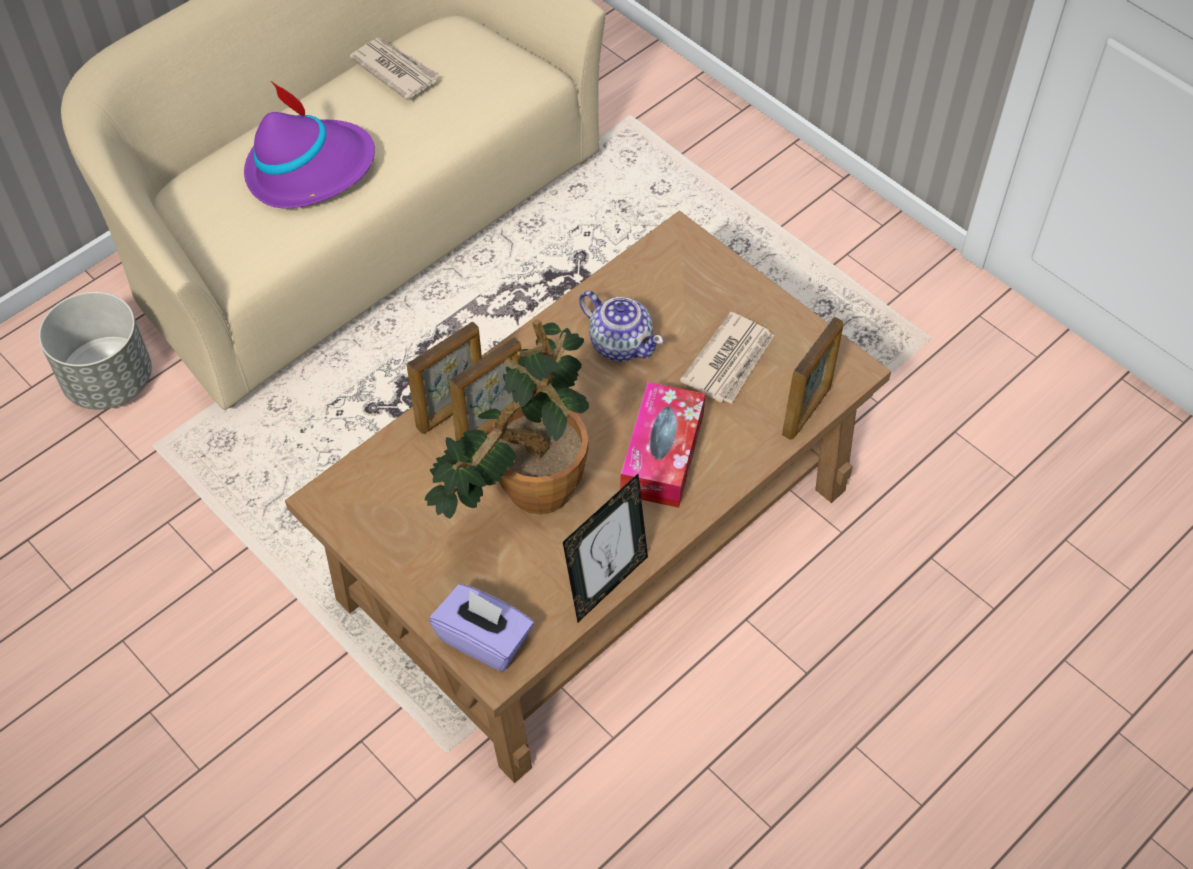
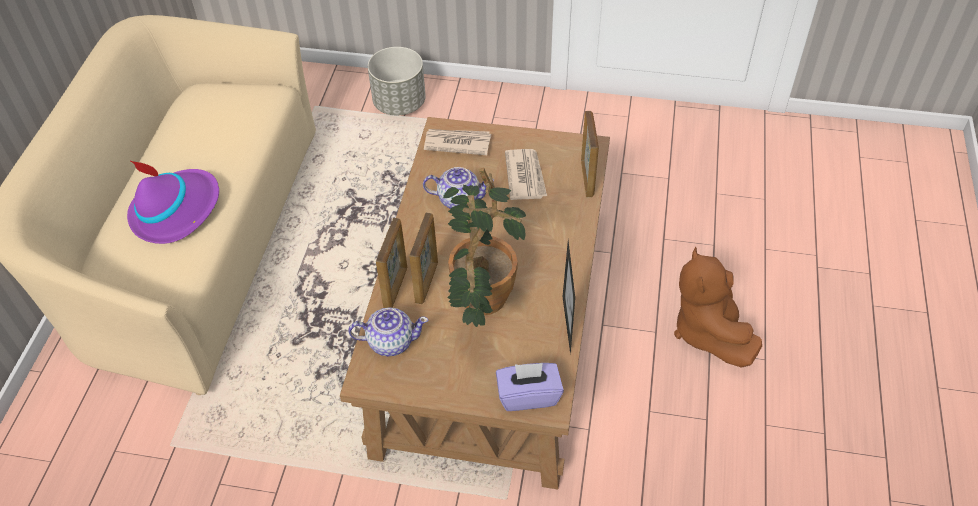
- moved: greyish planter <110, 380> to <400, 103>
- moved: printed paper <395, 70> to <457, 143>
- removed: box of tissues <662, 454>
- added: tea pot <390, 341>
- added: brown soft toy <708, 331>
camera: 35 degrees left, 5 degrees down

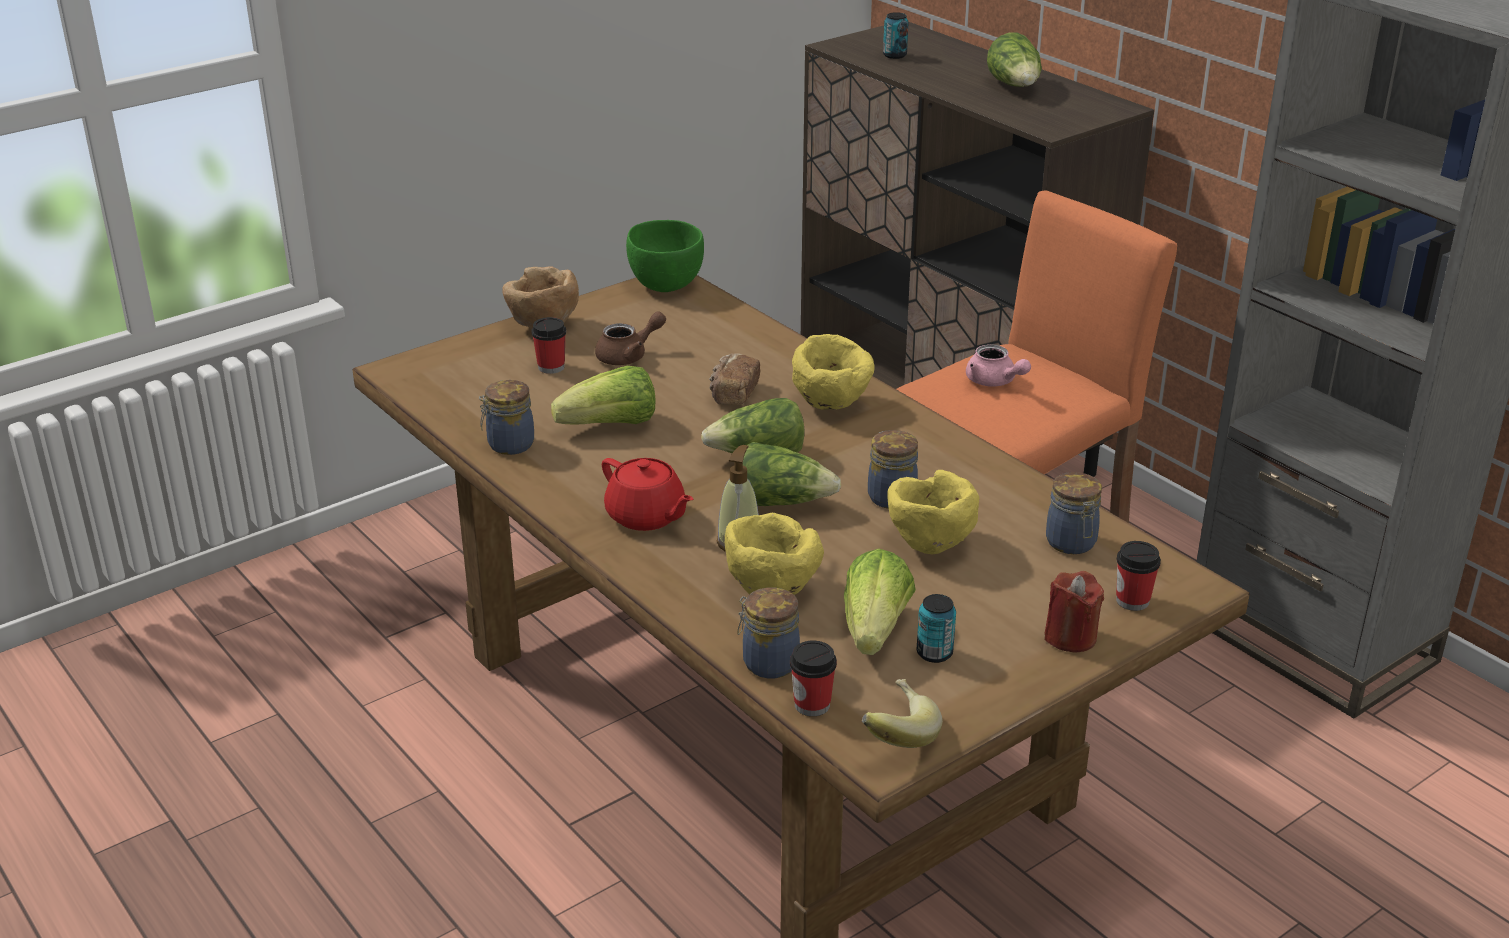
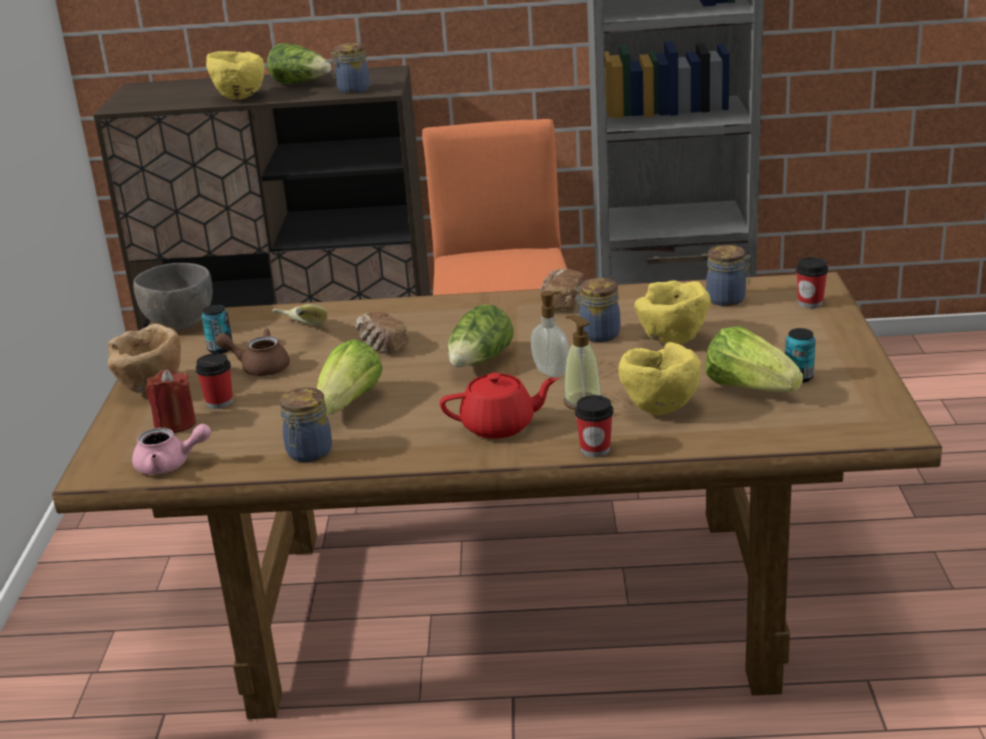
- turned: brown tea pot <629, 356> = <259, 367> 90 degrees counterclockwise
- recoloured: greenish bowl <665, 284> to greyish bowl <179, 323>
- moved: jar <768, 662> to <352, 90>
- replaced: lettuce <781, 502> to liquid soap bottle <552, 372>
- moved: cup <812, 704> to <595, 449>
- moved: yellowish bowl <831, 405> to <240, 98>
- moved: banana <894, 734> to <297, 332>
- moved: sealed can <894, 55> to <220, 349>
- moved: pink-coloured tea pot <994, 382> to <170, 465>
- moved: reddish wax candle <1070, 637> to <175, 424>
- added: bakery bread <562, 302>
camera: 50 degrees left, 5 degrees down

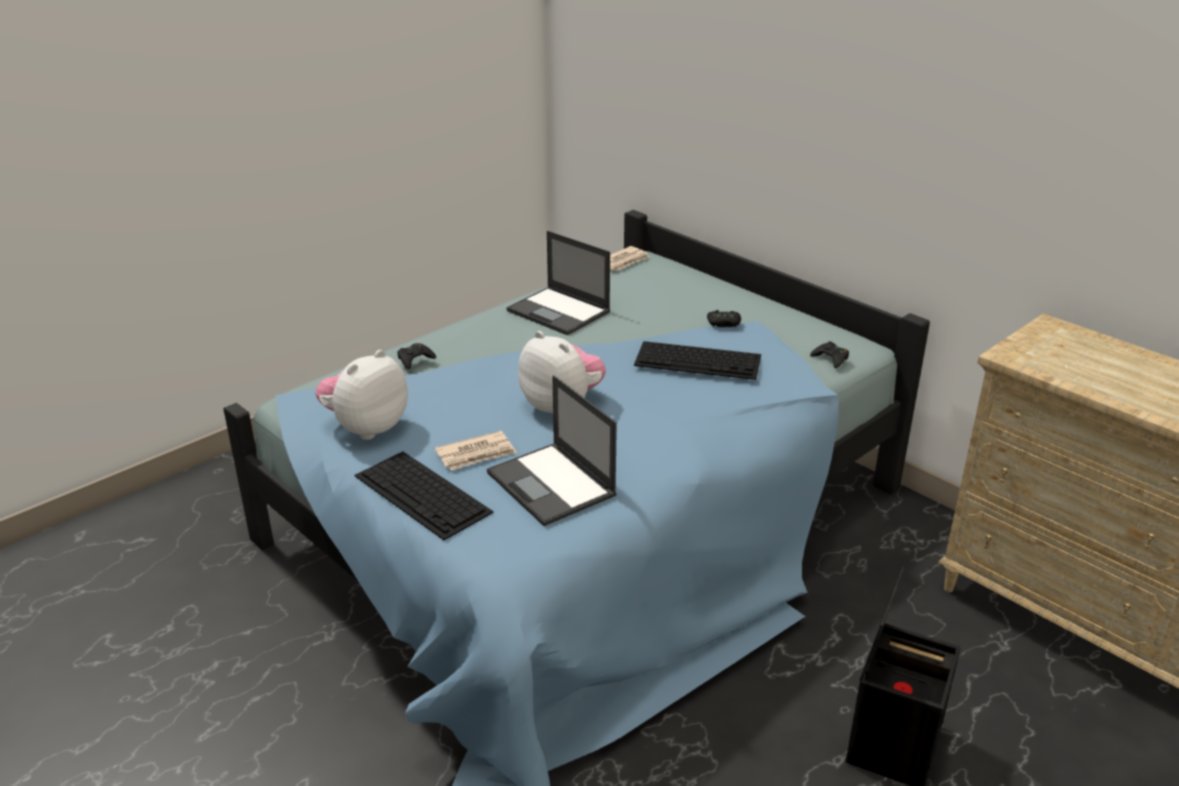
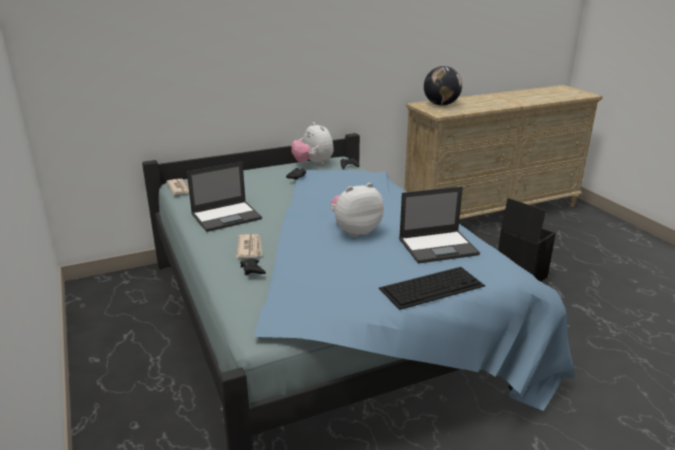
- moved: soft toy <366, 428> to <313, 164>
- moved: printed paper <476, 454> to <250, 248>
- removed: computer keyboard <699, 360>
- added: world globe <441, 104>
camera: 70 degrees left, 5 degrees down

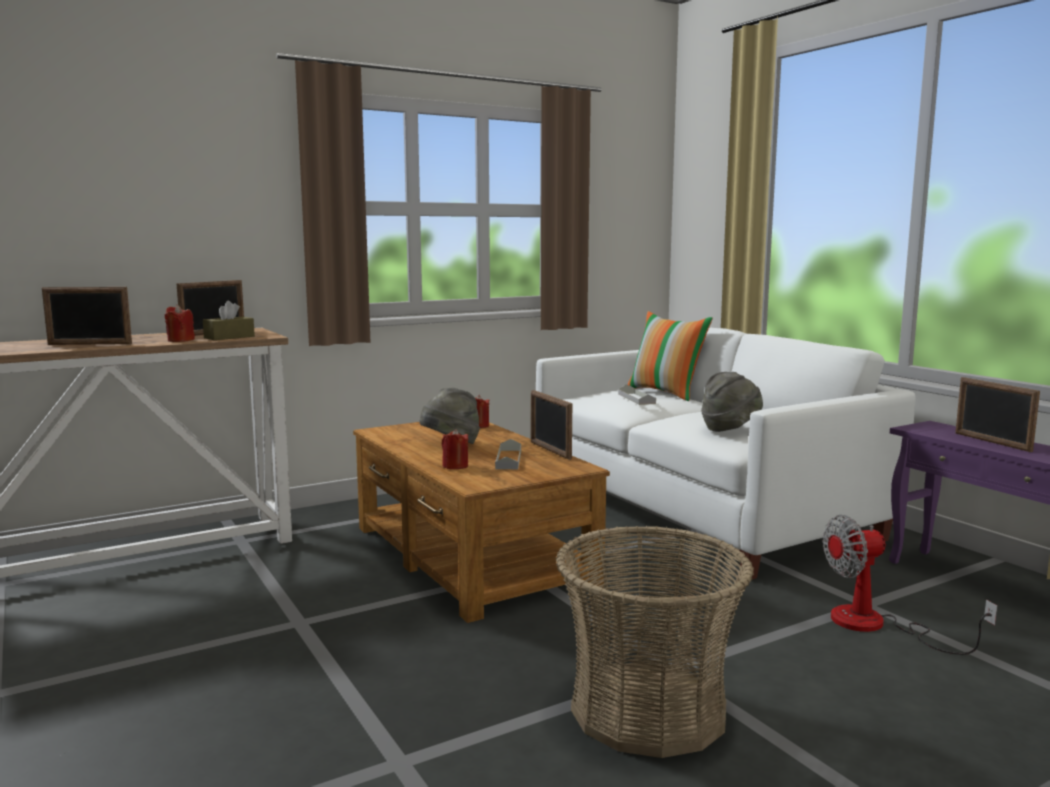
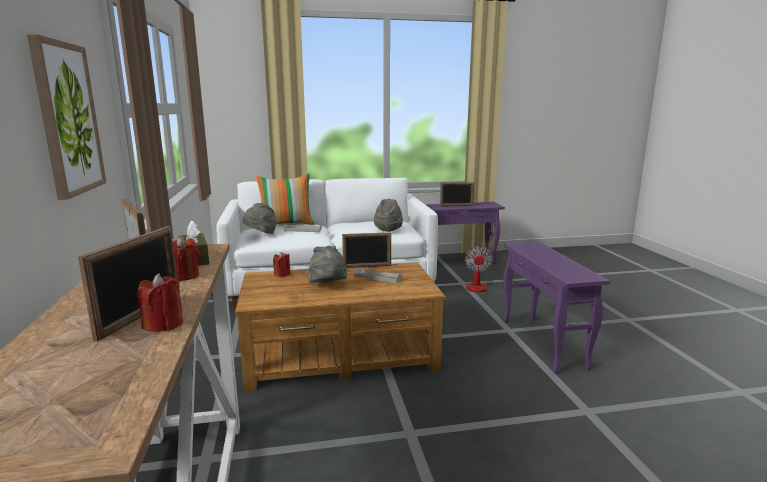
- moved: reddish wax candle <455, 466> to <163, 324>
- replaced: basket <648, 710> to purple accent table <543, 343>
- added: wall picture <67, 119>
- added: greyish clothing hat <260, 234>
camera: 70 degrees left, 5 degrees up

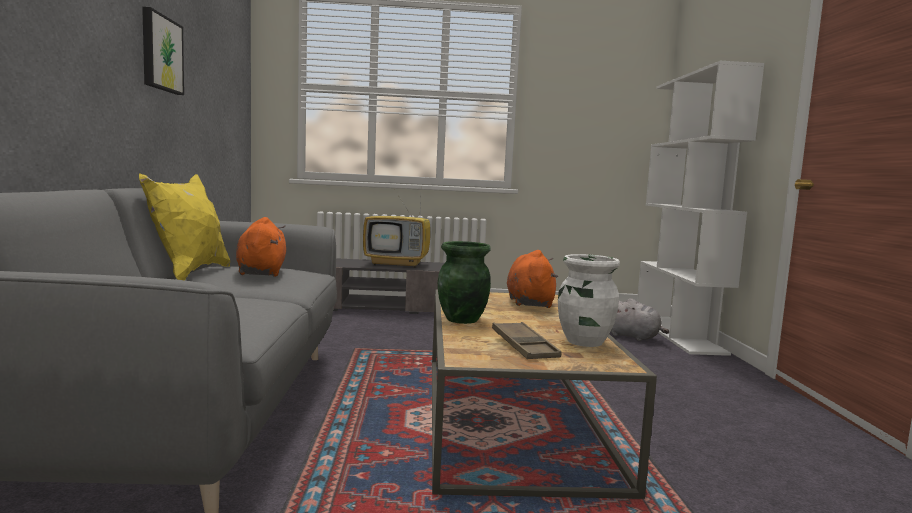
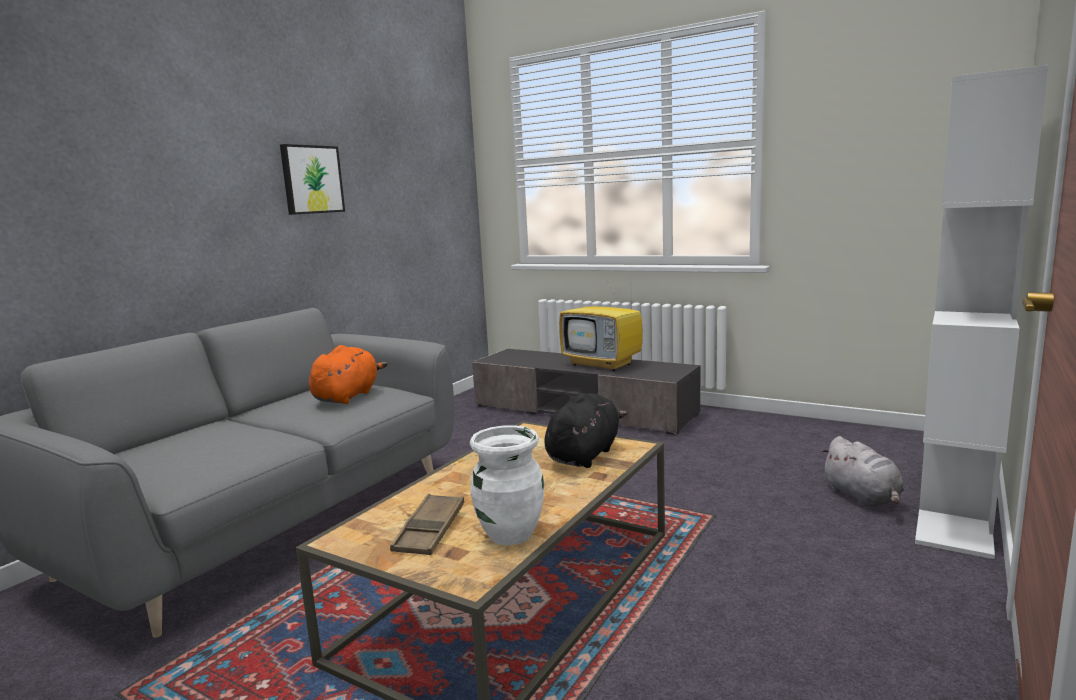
- removed: yellowish pillow <189, 273>
- removed: greenish vase <462, 320>
- recoloured: orange-coloured soft toy <529, 302> to blackish soft toy <584, 455>
camera: 35 degrees right, 5 degrees up

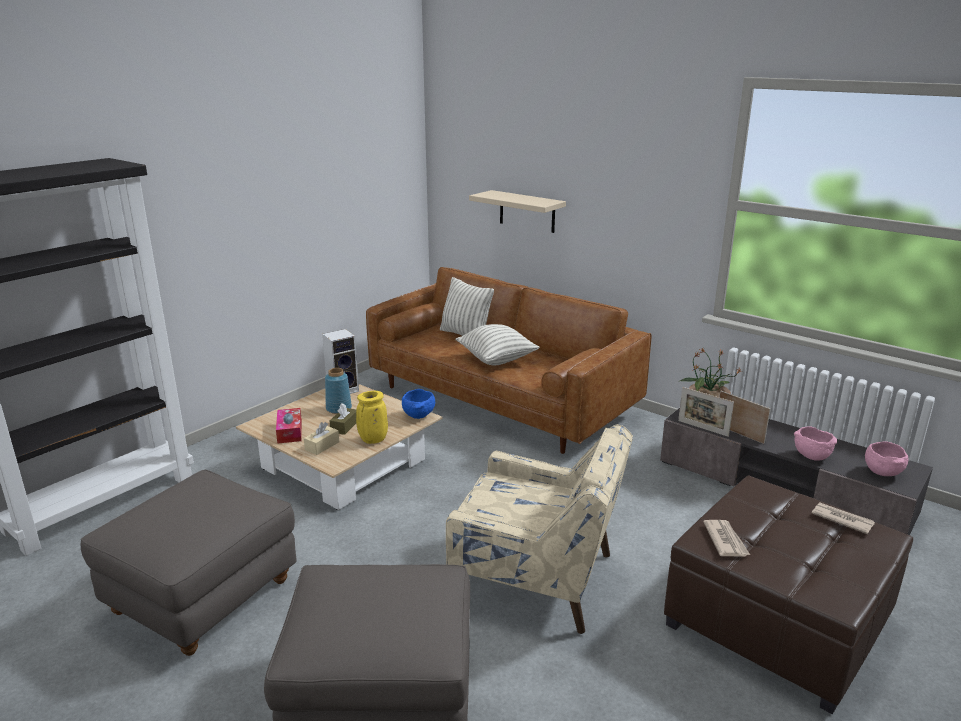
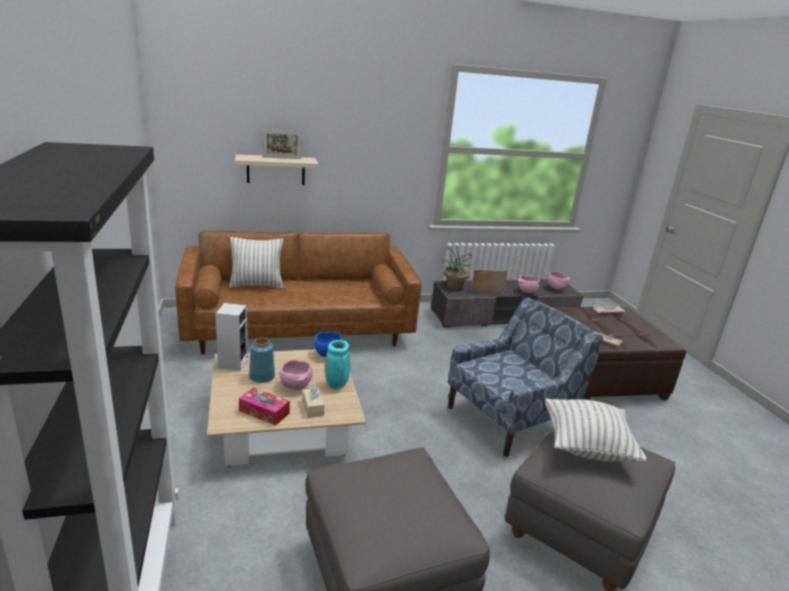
- replaced: brown box of tissues <344, 426> to pink-coloured bowl <296, 386>
- recoloured: yellowish vase <373, 440> to turquoise vase <337, 385>
- recoloured: sand-coloured easy chair <537, 579> to blue-coloured easy chair <511, 418>
- moved: pillow <496, 359> to <586, 447>
- moved: standing frame <703, 428> to <282, 158>
camera: 55 degrees left, 0 degrees up

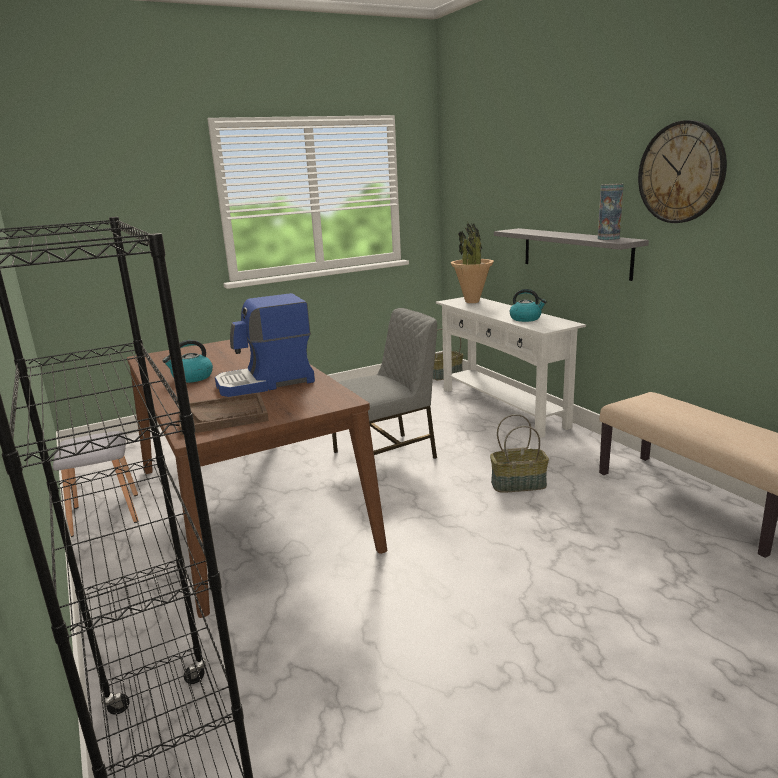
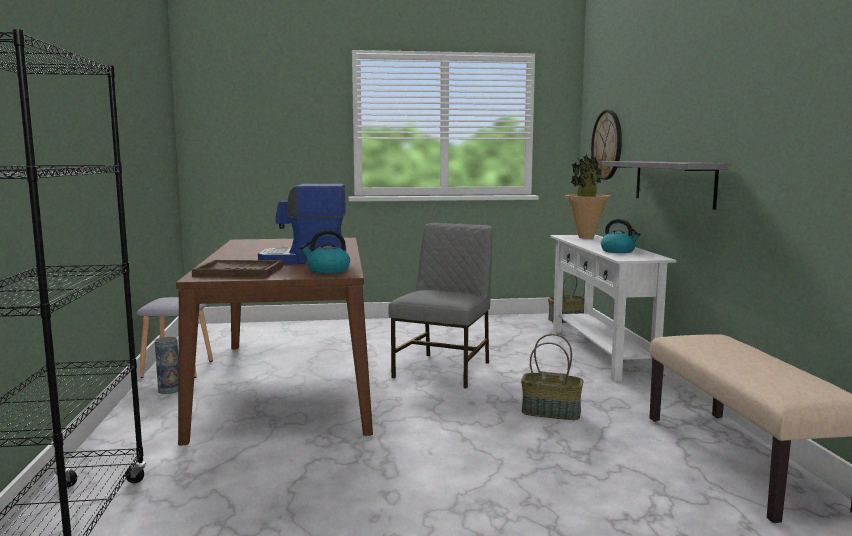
- moved: kettle <192, 377> to <327, 271>
- turned: greyish chair <387, 455> = <445, 369> 60 degrees counterclockwise
- moved: vase <608, 238> to <169, 390>
- moved: clock on the wall <681, 172> to <607, 145>
camera: 20 degrees right, 10 degrees down

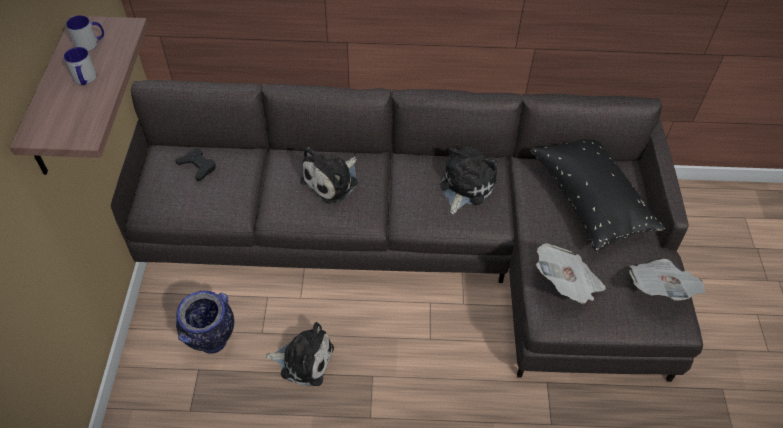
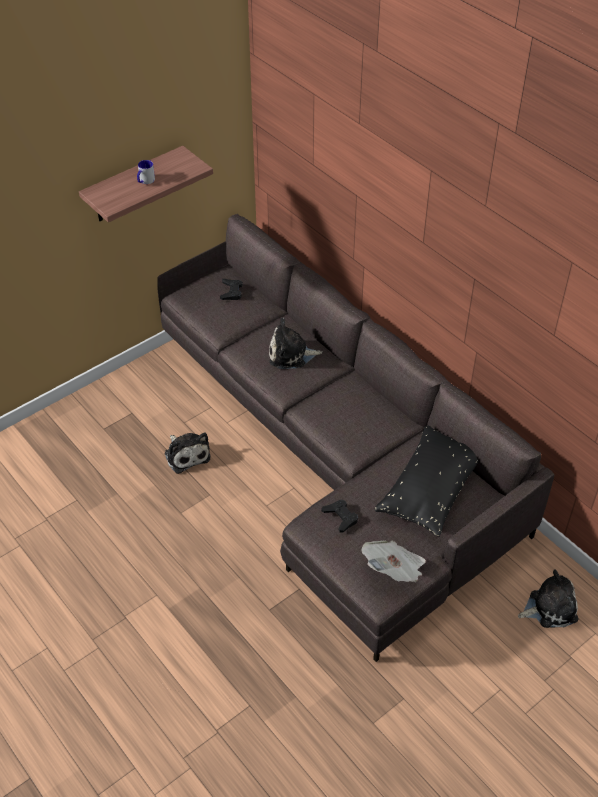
- removed: coffee mug <91, 43>
- removed: vase <212, 342>
- moved: soft toy <465, 186> to <549, 607>
- replaced: printed paper <567, 284> to blackish game controller <340, 517>
camera: 50 degrees right, 5 degrees down

